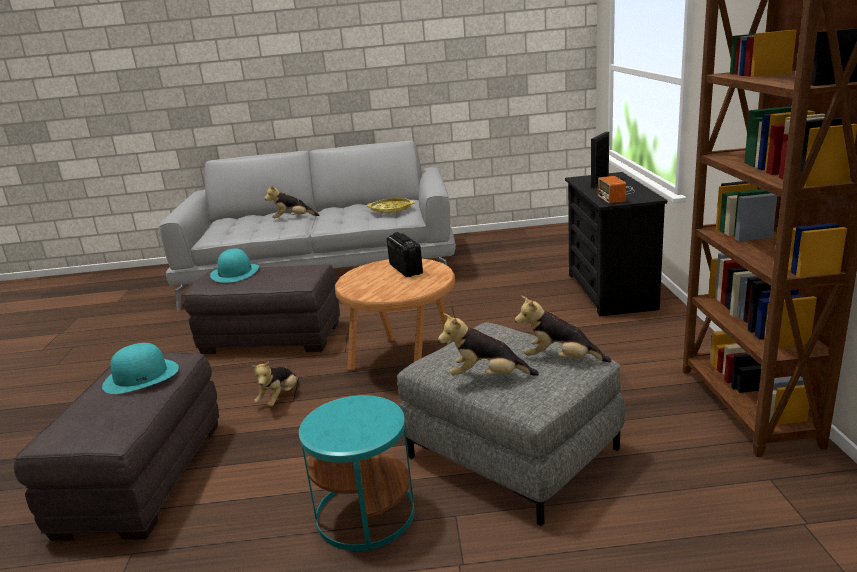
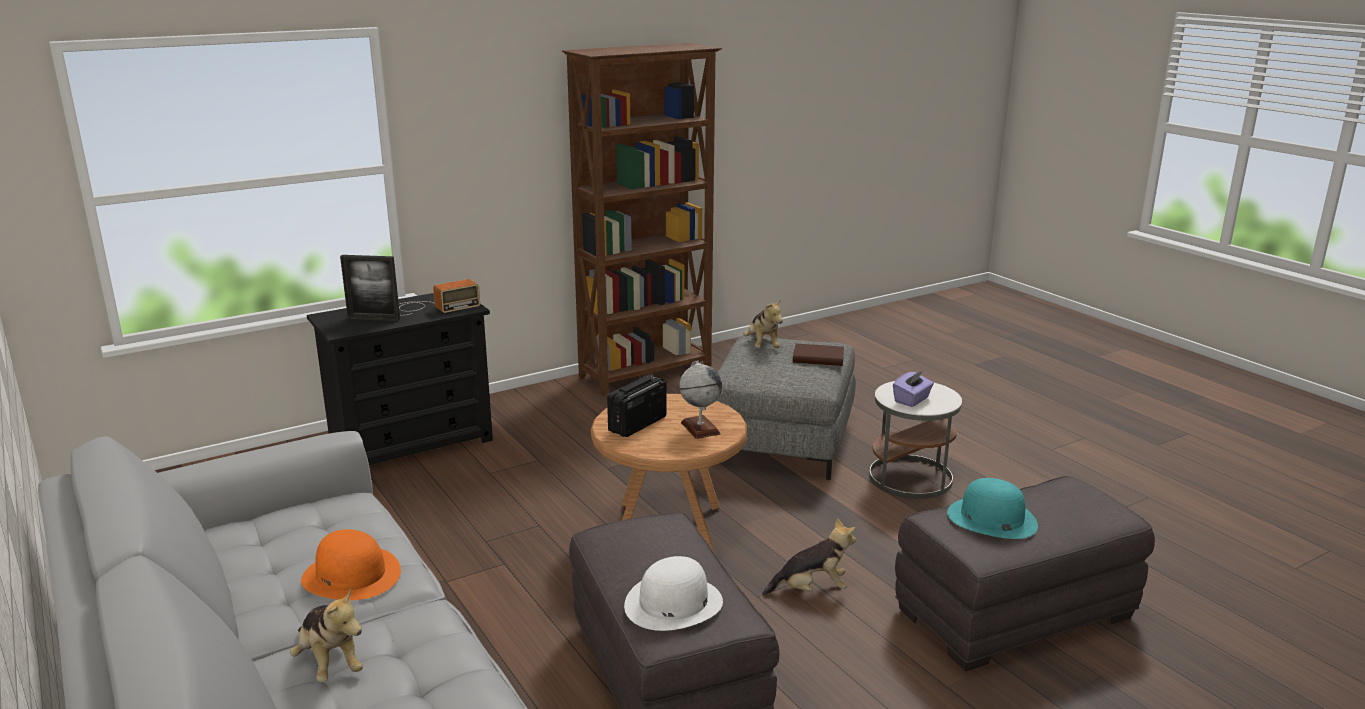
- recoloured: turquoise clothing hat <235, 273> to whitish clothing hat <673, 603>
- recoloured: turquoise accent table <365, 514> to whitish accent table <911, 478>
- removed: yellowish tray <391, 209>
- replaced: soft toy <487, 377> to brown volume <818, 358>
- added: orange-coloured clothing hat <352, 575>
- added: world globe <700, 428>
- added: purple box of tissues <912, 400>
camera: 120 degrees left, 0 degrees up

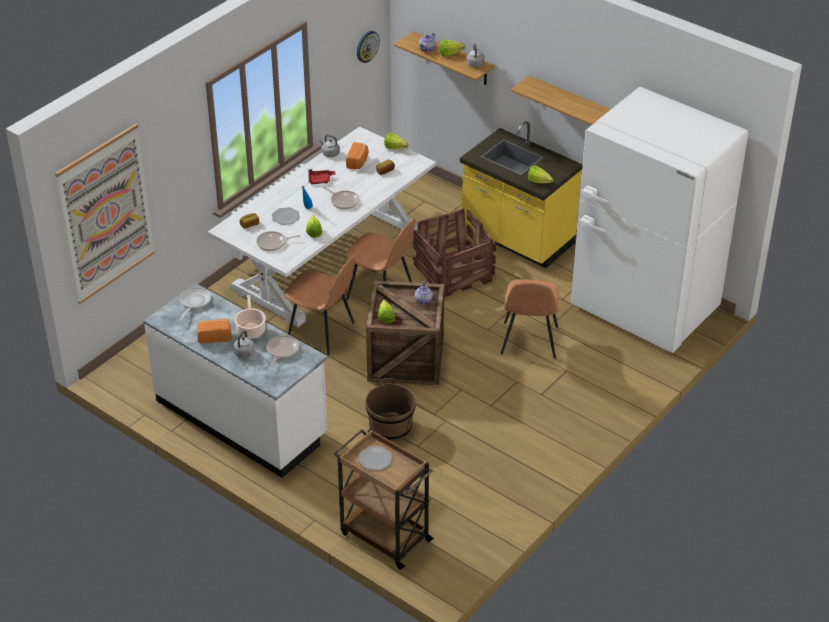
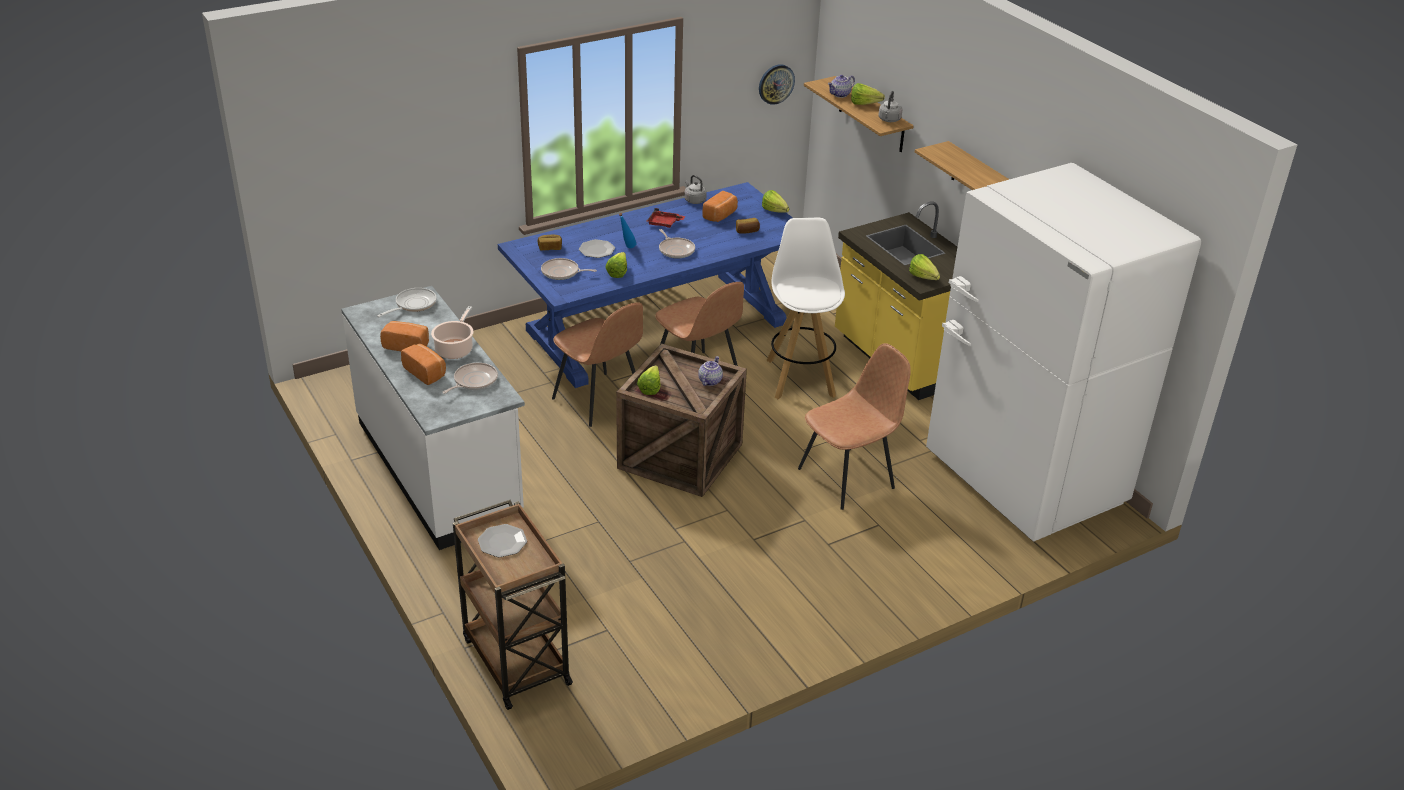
- removed: wall picture <106, 214>
- recoloured: whitish kitchen table <327, 259> to blue-coloured kitchen table <657, 326>
- replaced: greyish kettle <243, 353> to bakery bread <426, 372>
- removed: brown pail <391, 427>
- replaced: shipping crate <454, 272> to whitish stool <800, 377>
- turned: brown chair <529, 341> = <848, 478> 150 degrees counterclockwise
camera: 20 degrees right, 5 degrees down

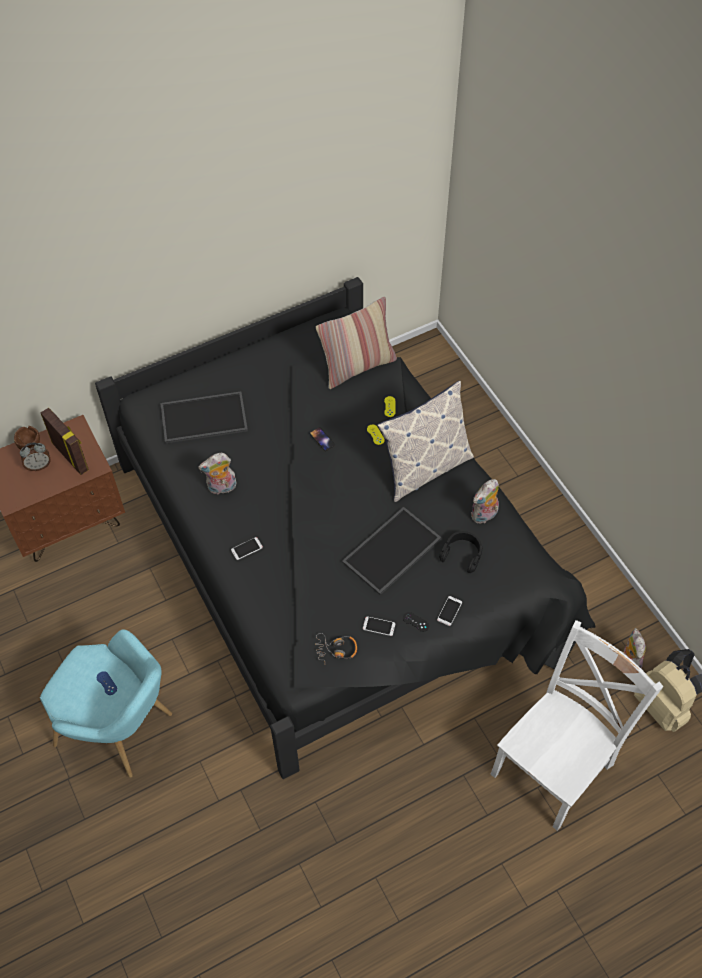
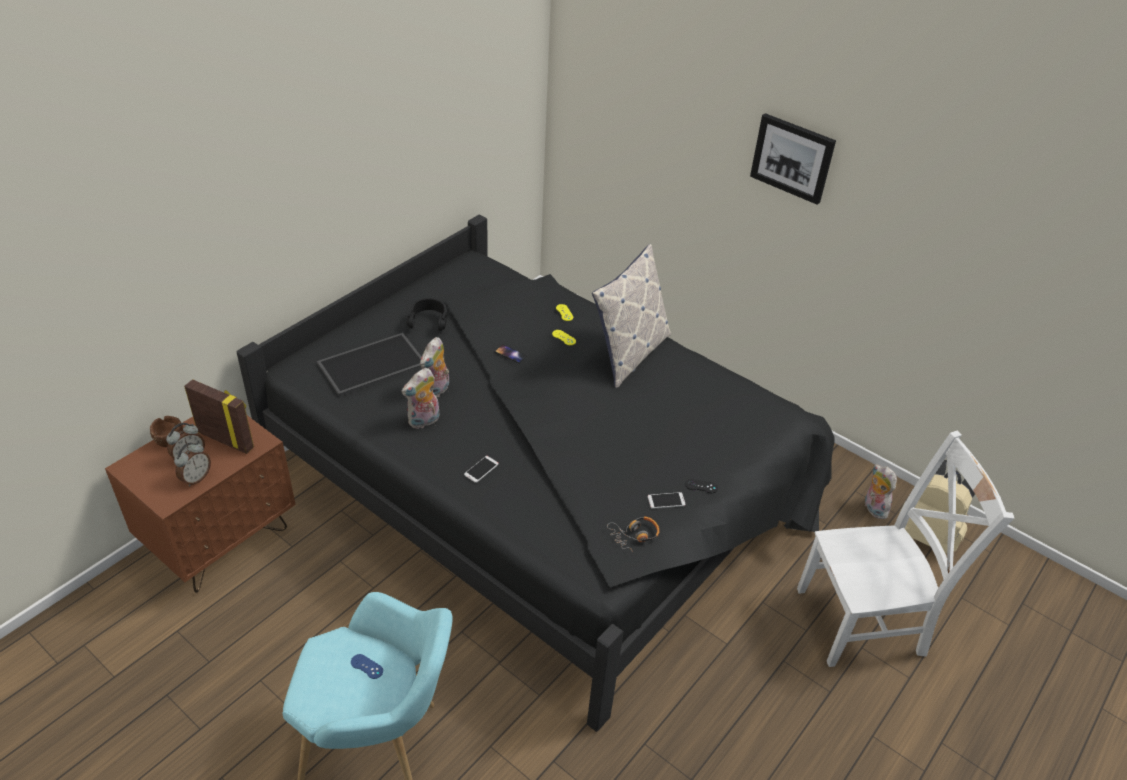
- removed: pillow <357, 366>
- removed: tray <392, 552>
- removed: phone <449, 611>
- moved: blackish headphones <462, 554> to <428, 320>
- moved: soft toy <484, 516> to <436, 391>
- turned: whitish chair <555, 765> = <865, 621> 60 degrees clockwise
- added: alarm clock <196, 478>
- added: wall picture <792, 158>
camera: 25 degrees left, 15 degrees down

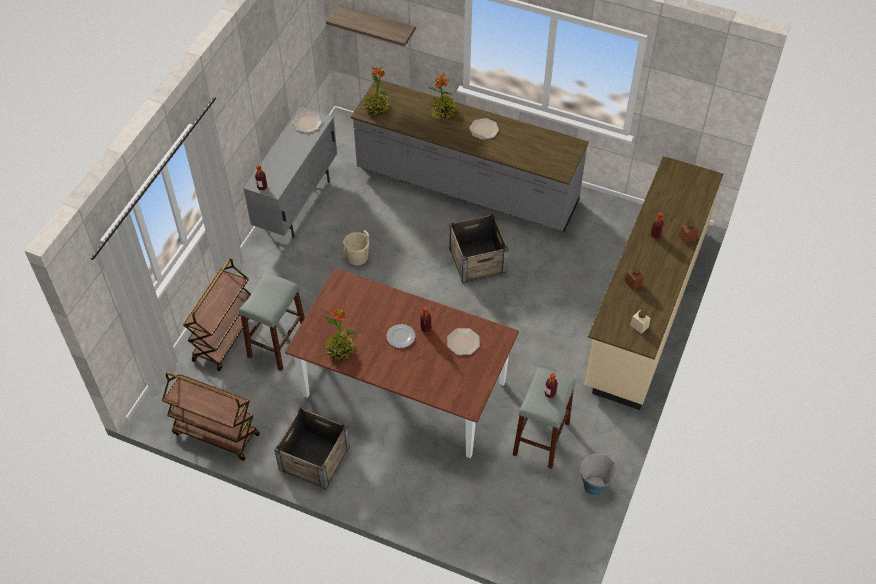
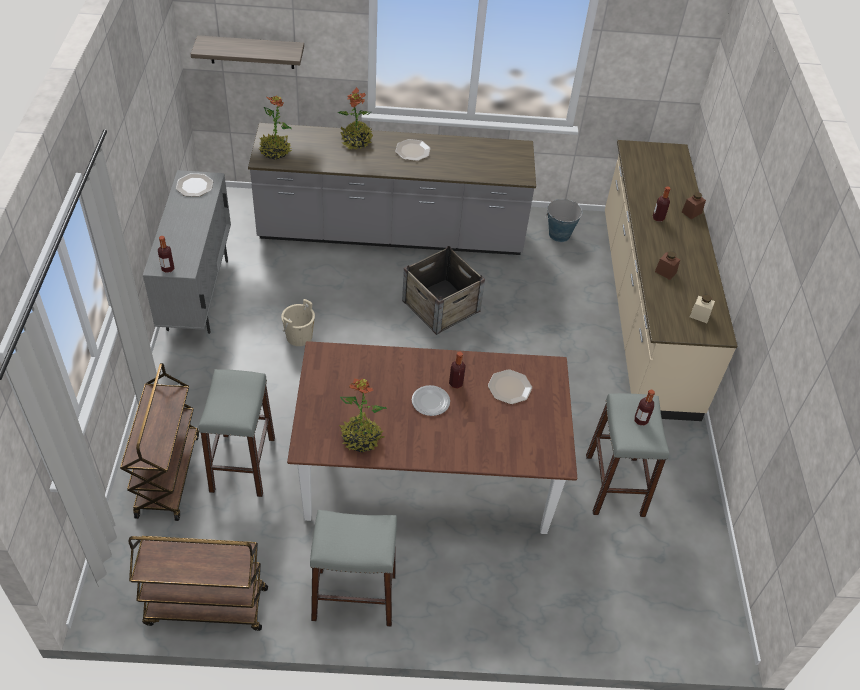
- replaced: shipping crate <314, 458> to greyish stool <354, 596>
- moved: pail <594, 485> to <559, 234>
camera: 25 degrees left, 5 degrees down

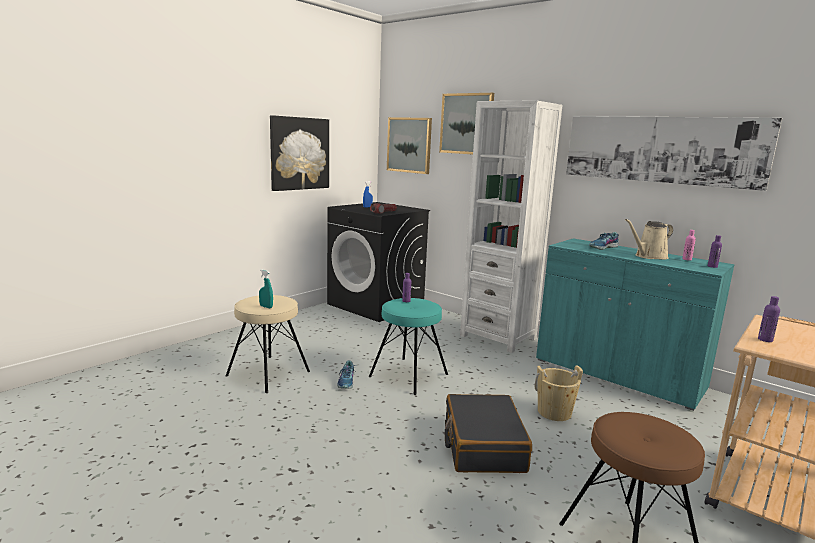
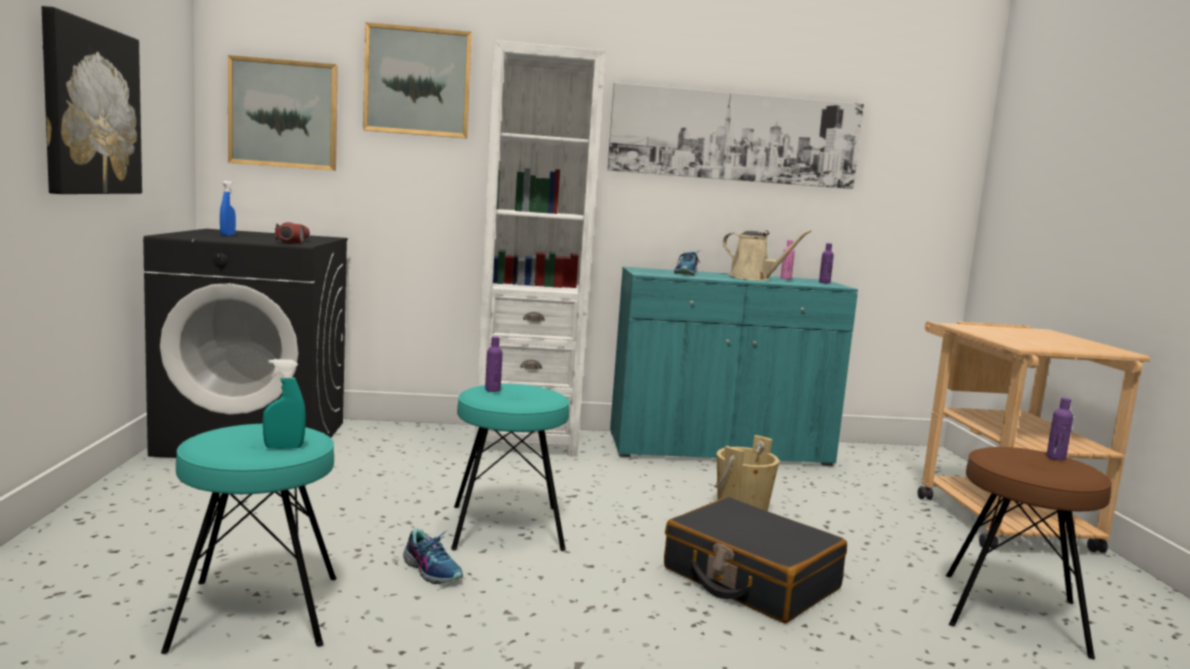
- recoloured: sand-coloured stool <268, 373> to turquoise stool <256, 612>
- turned: sand-coloured watering can <649, 256> = <753, 278> 75 degrees counterclockwise
- moved: purple bottle <765, 340> to <1056, 457>
camera: 45 degrees left, 5 degrees down

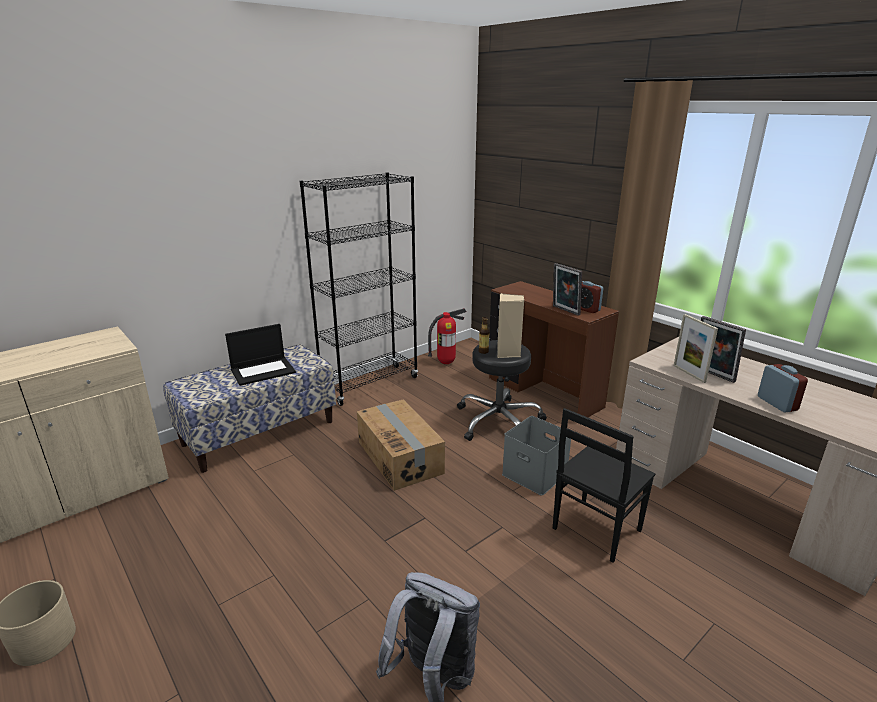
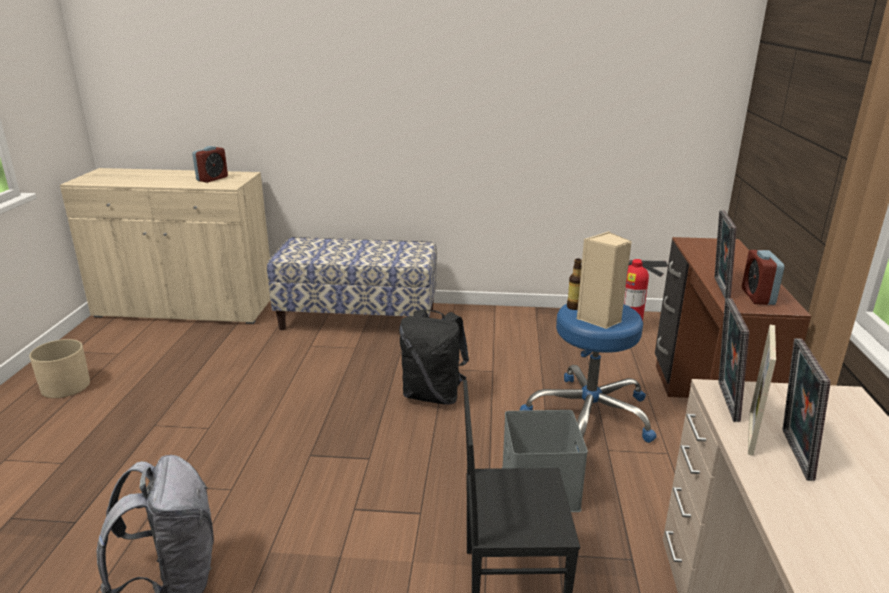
- removed: laptop <263, 371>
- removed: blackish bookshelf <370, 385>
- replaced: packing box <400, 457> to blackish rucksack <433, 395>
- recoloured: blackish stool <499, 421> to blue-coloured stool <589, 415>
- moved: alarm clock <777, 403> to <212, 179>
- added: standing frame <723, 400>
camera: 45 degrees right, 0 degrees up

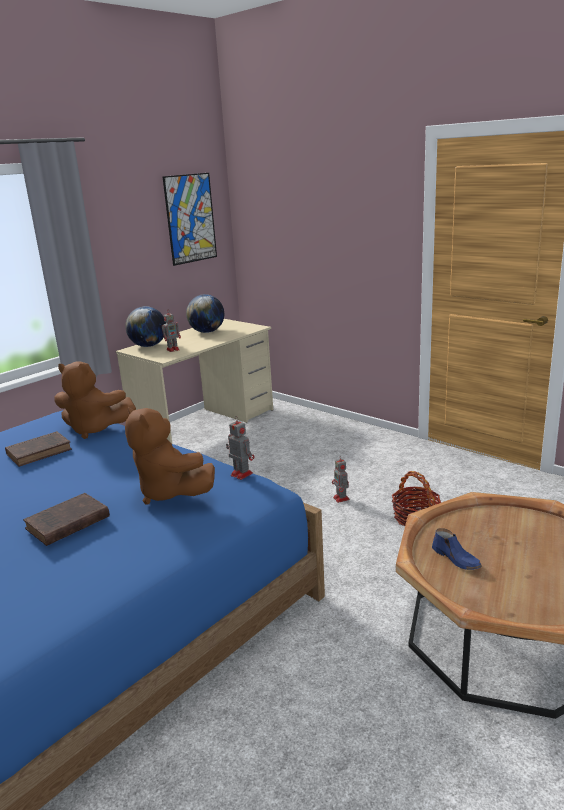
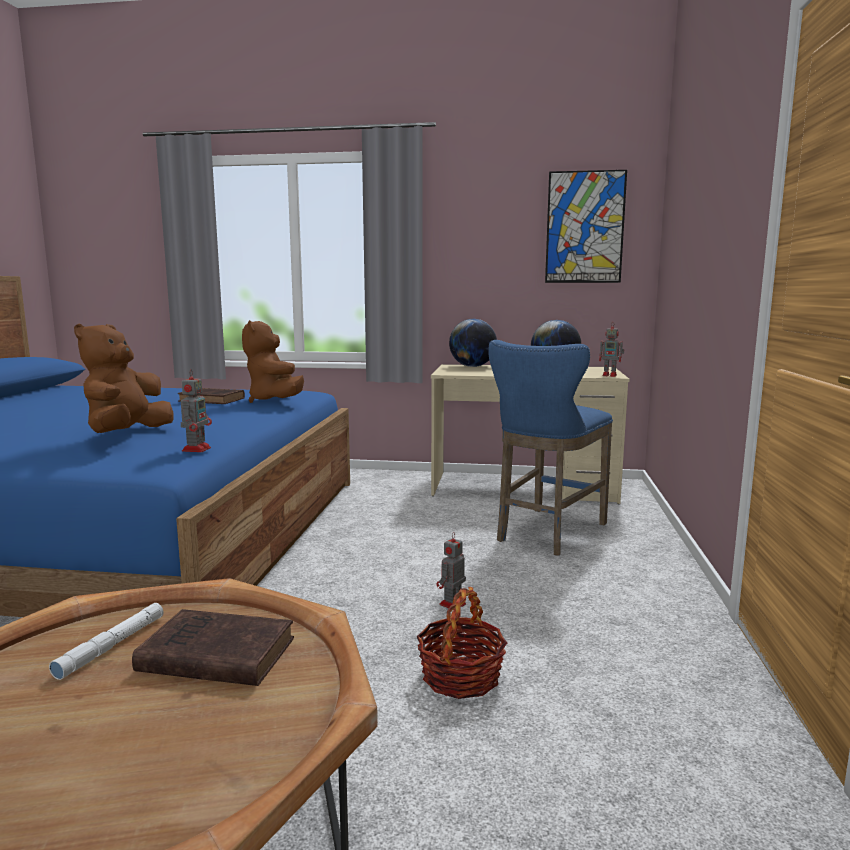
- moved: brown volume <66, 524> to <213, 655>
- moved: robot figure <173, 349> to <610, 375>
- replaced: blue-coloured item of footwear <456, 559> to whitish flashlight <112, 646>
- added: blue-coloured stool <546, 533>
camera: 55 degrees right, 10 degrees down

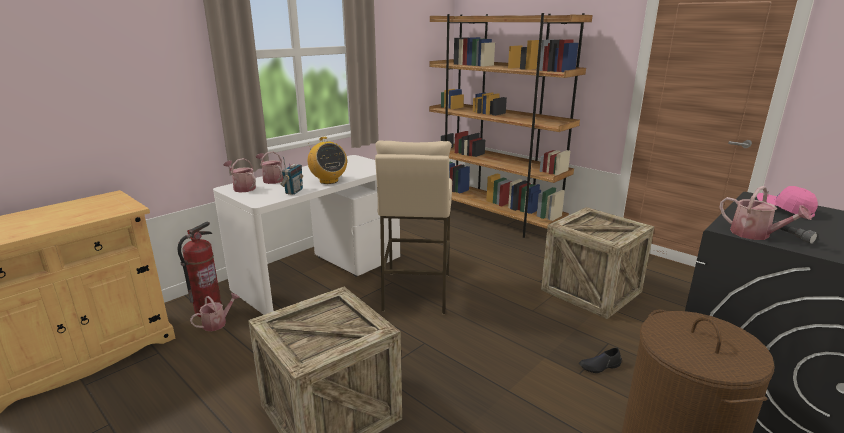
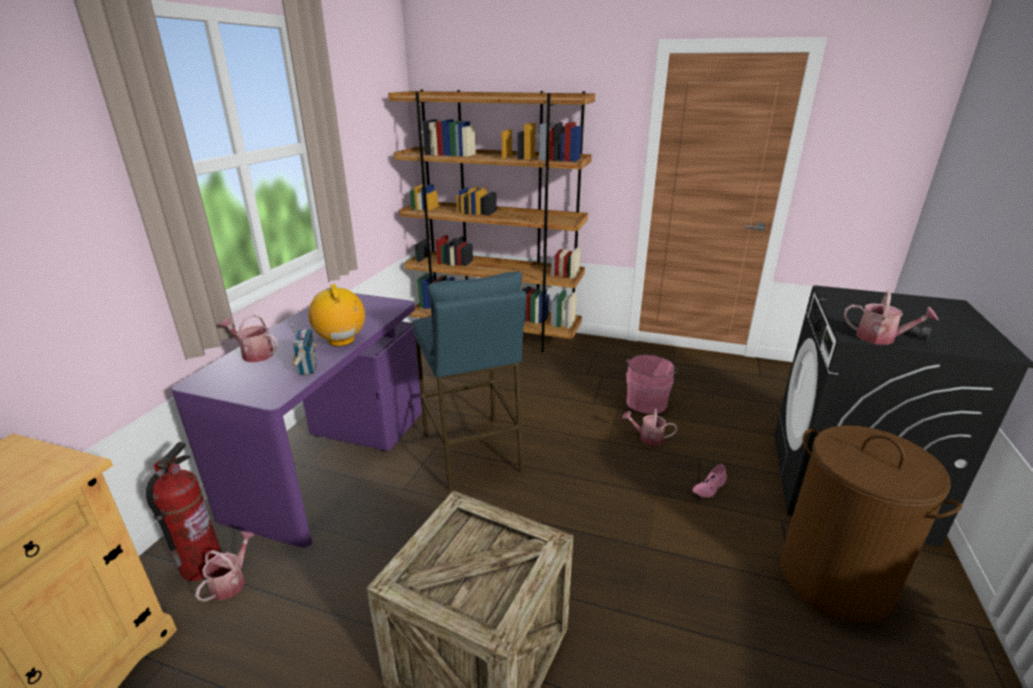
- recoloured: whitish desk unit <320, 273> to purple desk unit <334, 459>
- moved: watering can <242, 188> to <647, 438>
- turned: radio set <328, 181> = <341, 341> 150 degrees counterclockwise
- recoloured: sand-coloured stool <415, 292> to blue-coloured stool <472, 453>
- replaced: shipping crate <591, 290> to pink-coloured pail <647, 401>
- recoloured: blackish item of footwear <599, 366> to pink-coloured item of footwear <709, 487>
- removed: pink-coloured cap <784, 210>
camera: 25 degrees left, 5 degrees up

